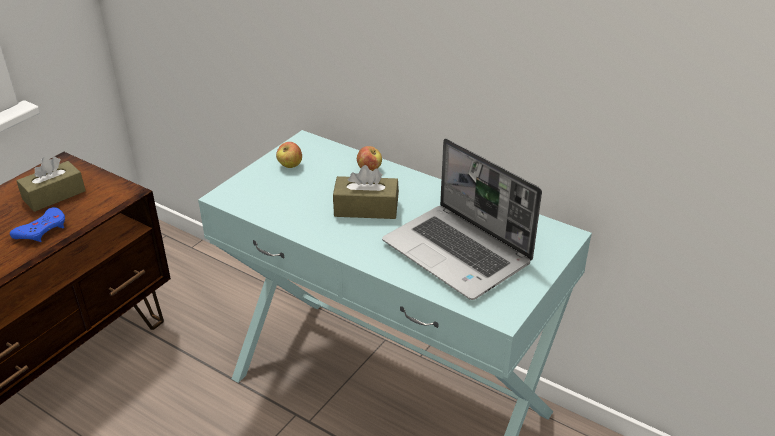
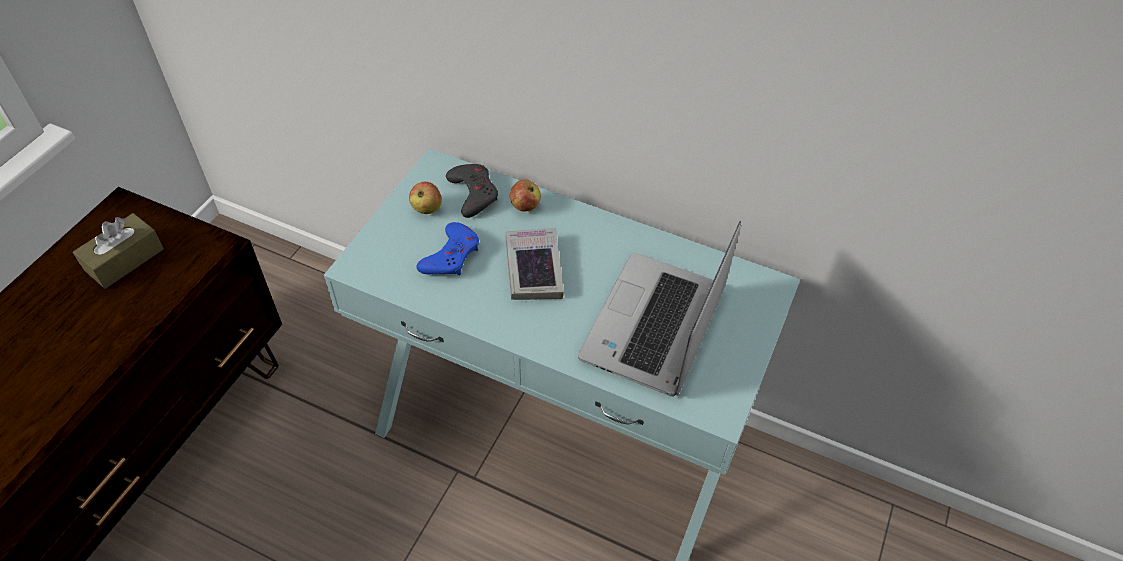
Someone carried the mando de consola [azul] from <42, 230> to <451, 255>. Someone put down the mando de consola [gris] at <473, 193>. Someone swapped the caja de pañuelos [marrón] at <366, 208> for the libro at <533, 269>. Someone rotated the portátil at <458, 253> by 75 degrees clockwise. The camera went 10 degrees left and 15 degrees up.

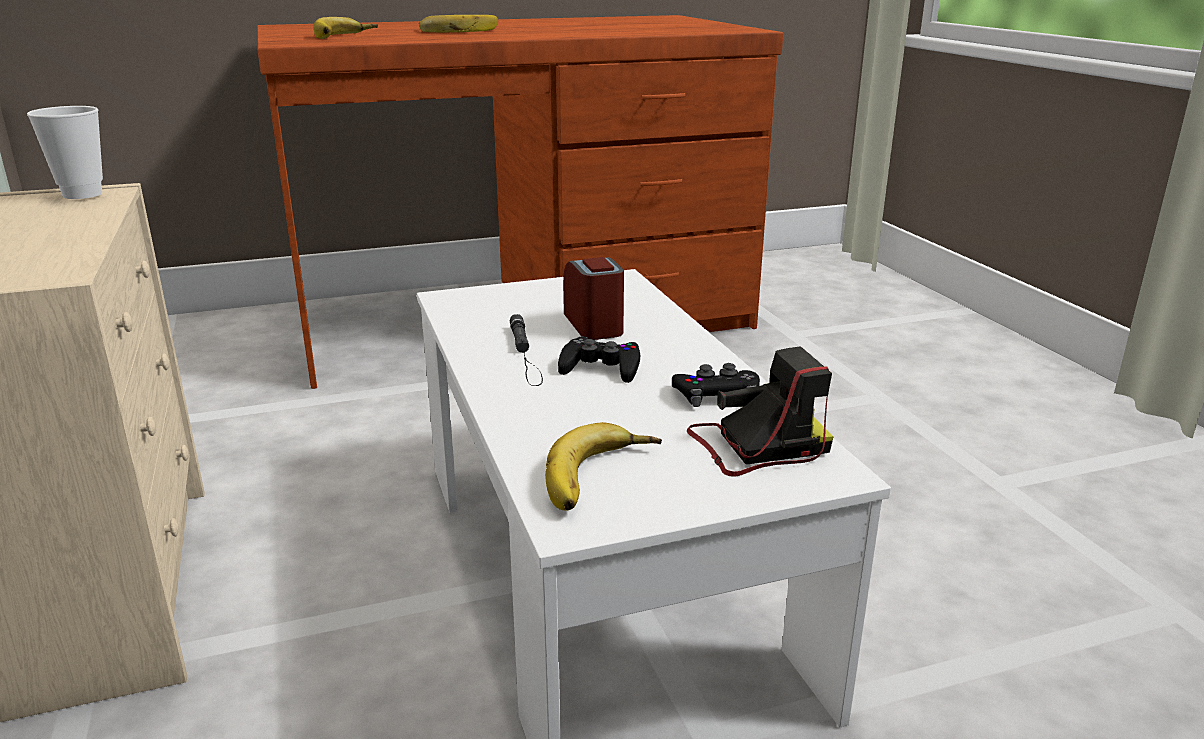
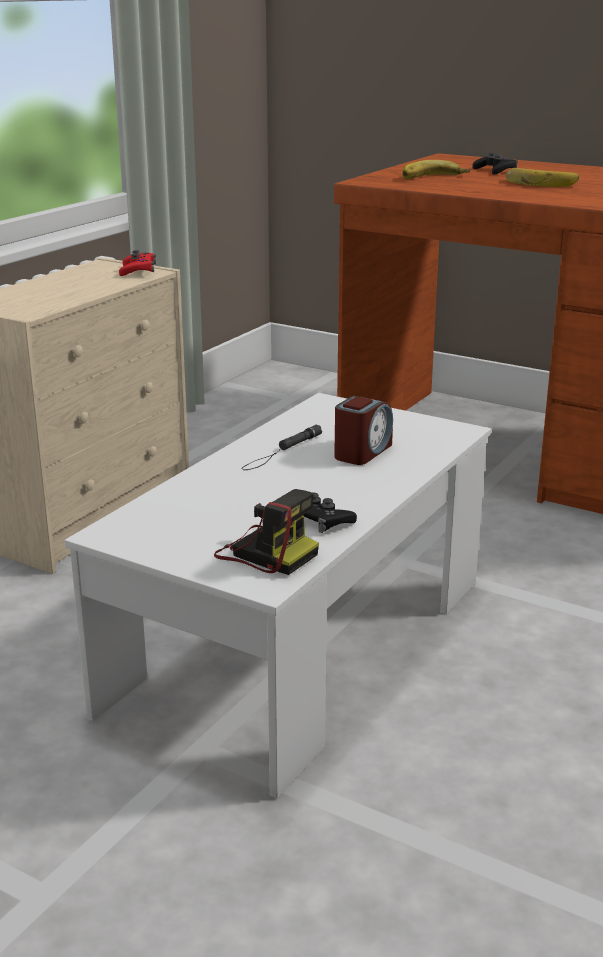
Someone swapped the taza at <82, 194> for the mando de consola [rojo] at <138, 270>. Someone carried the mando de consola [negro] from <601, 368> to <495, 170>. Someone took away the plátano at <602, 478>. The camera went 50 degrees right and 0 degrees up.

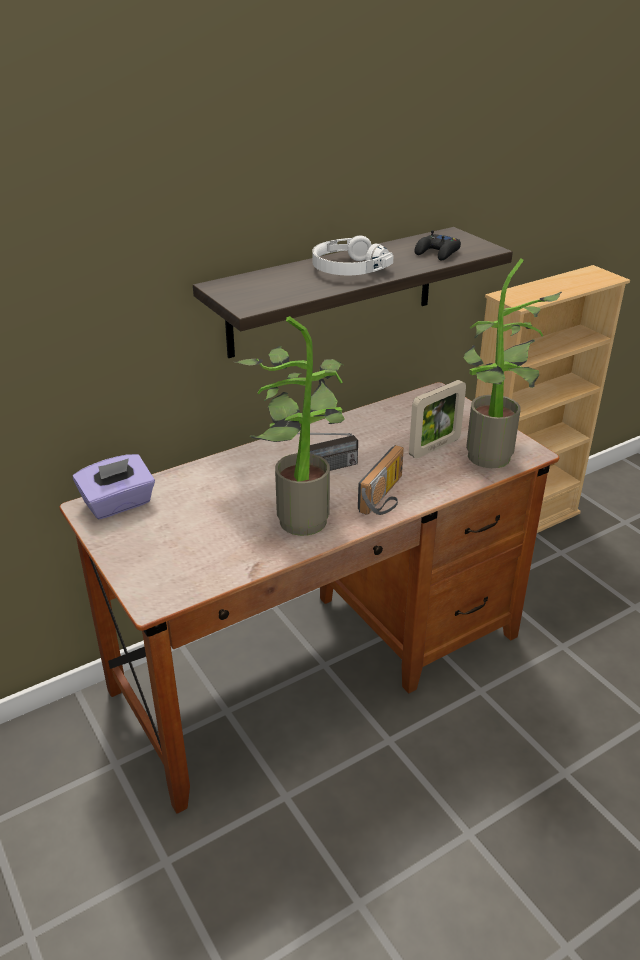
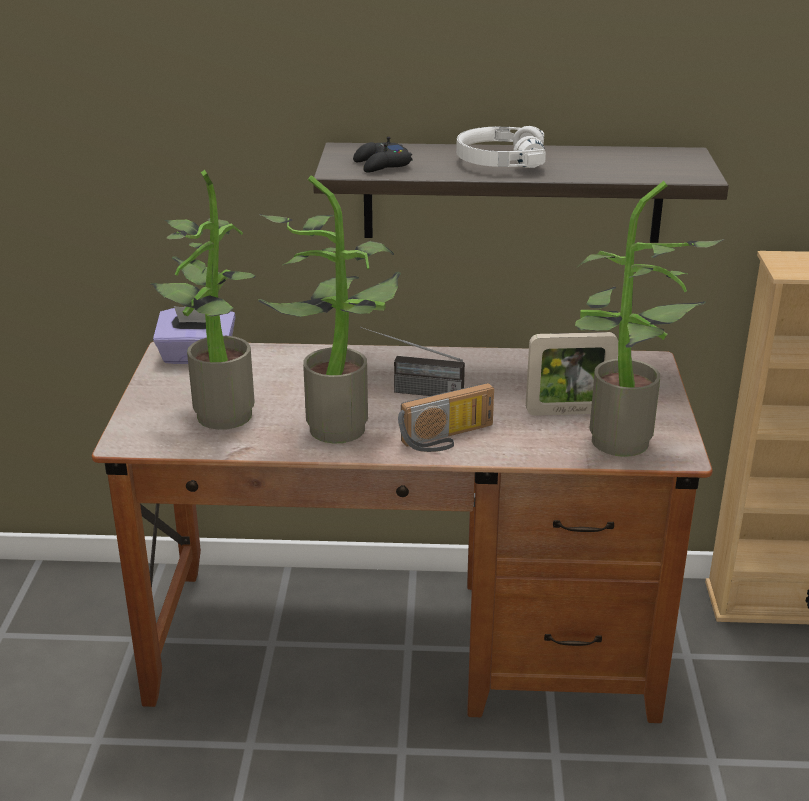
Someone put down the planta en maceta at <216, 414>. Someone carried the mando de consola [negro] from <437, 253> to <382, 165>. The camera went 35 degrees right and 5 degrees down.

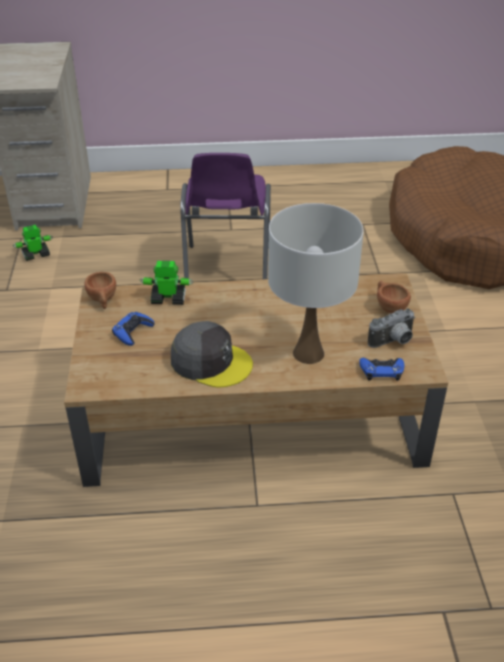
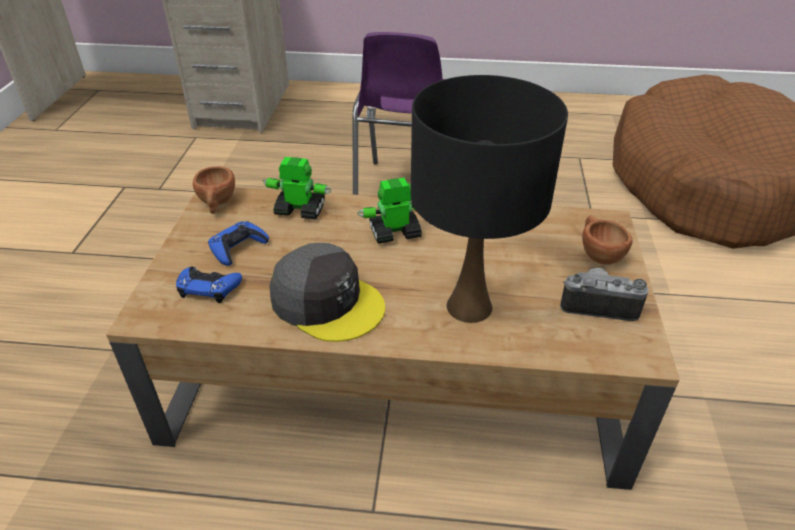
Someone carried the mando de consola [azul] from <381, 371> to <209, 288>. Someone carried the robot de juguete from <35, 255> to <394, 233>. Someone repainted the lámpara de mesa [blanco] at <309, 353>, which became the lámpara de mesa [negro] at <470, 306>. Someone rotated the cámara at <393, 342> by 150 degrees counterclockwise. The camera went 10 degrees right and 0 degrees up.

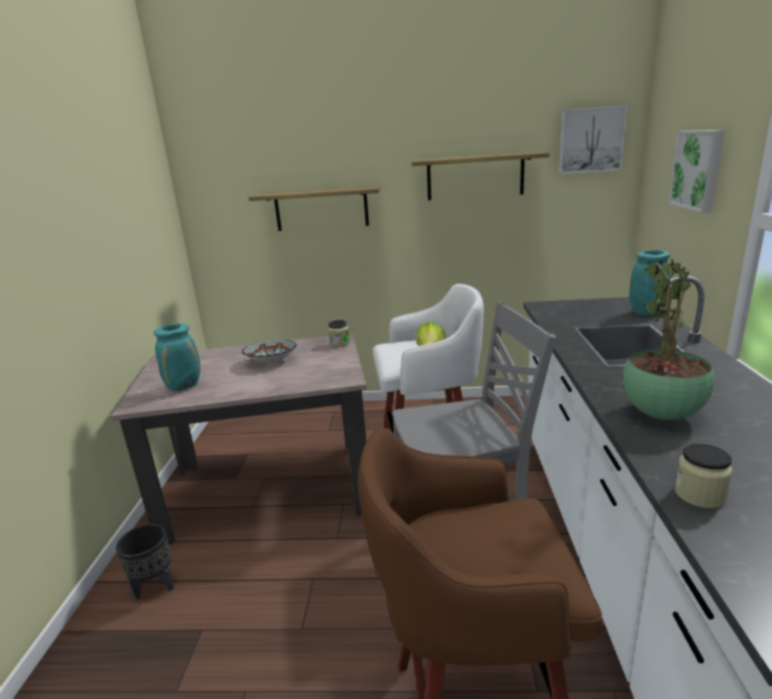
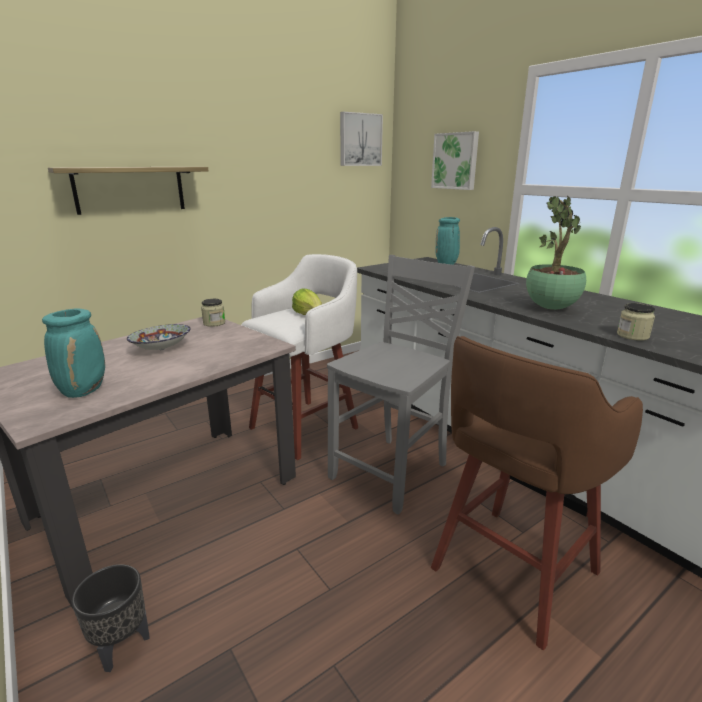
Someone took away the estante at <475, 176>. The camera went 40 degrees left and 0 degrees up.

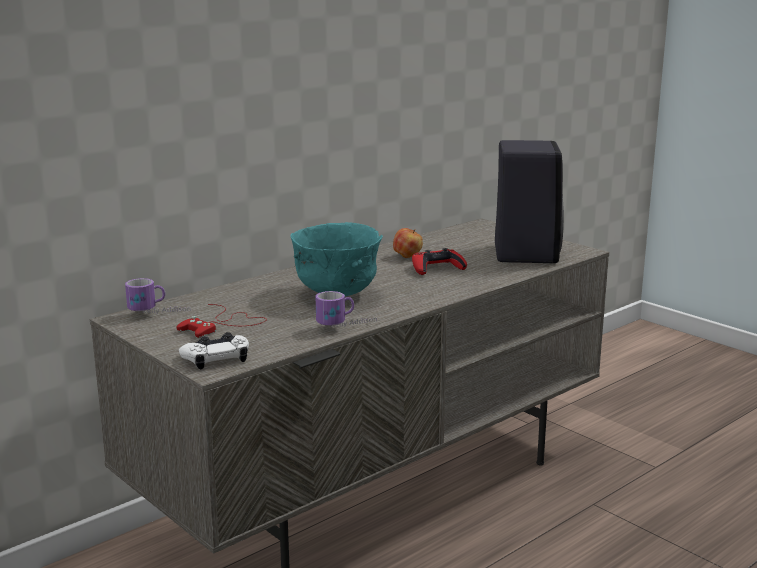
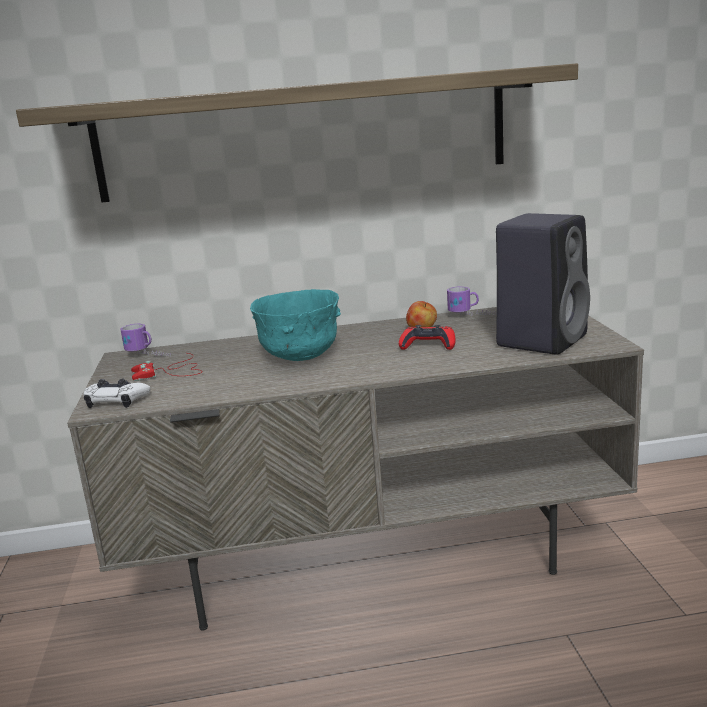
Someone put up the estante at <303, 135>. Someone carried the taza grande from <347, 327> to <473, 316>. The camera went 35 degrees right and 0 degrees up.

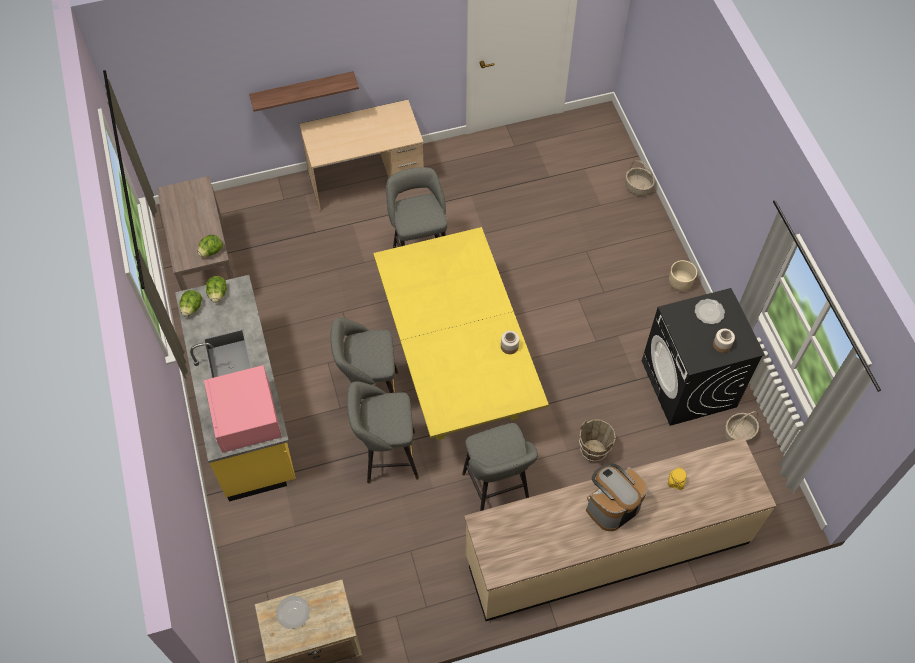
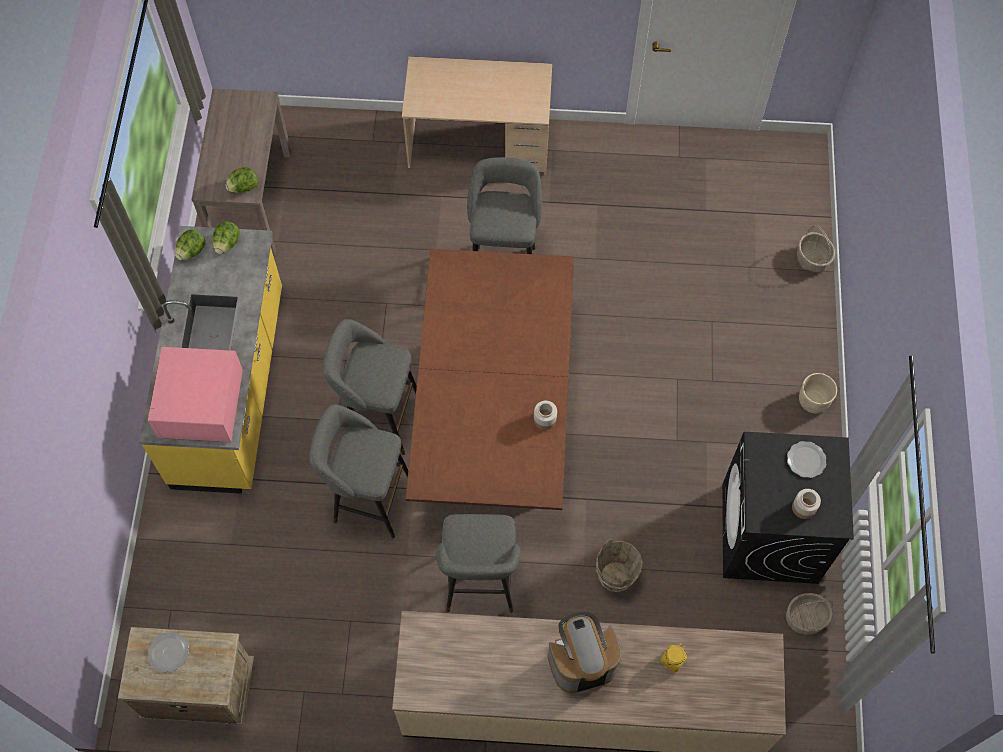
Someone repainted the mesa de comedor [amarillo] at <457, 367>, which became the mesa de comedor [marrón] at <493, 417>. Someone took away the estante at <303, 91>. The camera went 20 degrees right and 5 degrees up.

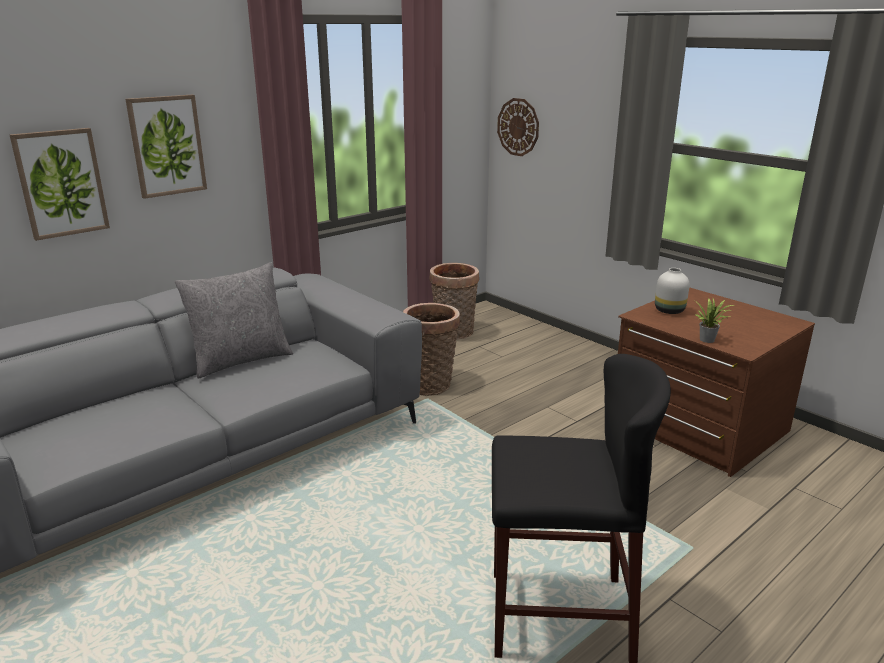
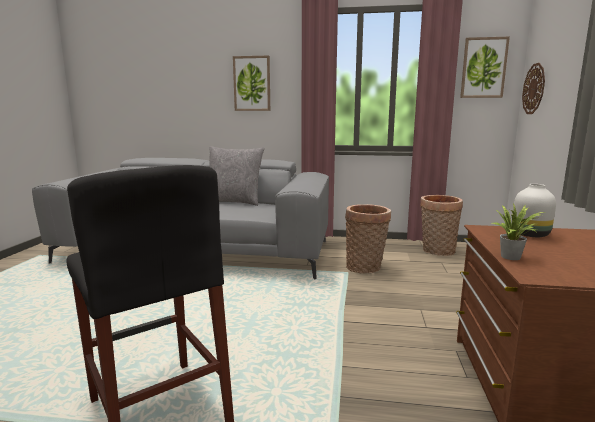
Someone carried the cuadro from <61, 183> to <483, 68>. The camera went 50 degrees right and 10 degrees down.

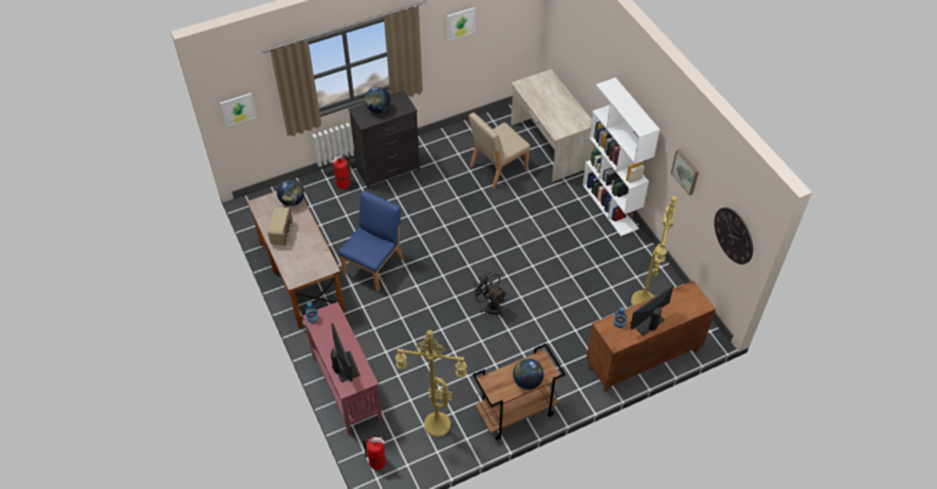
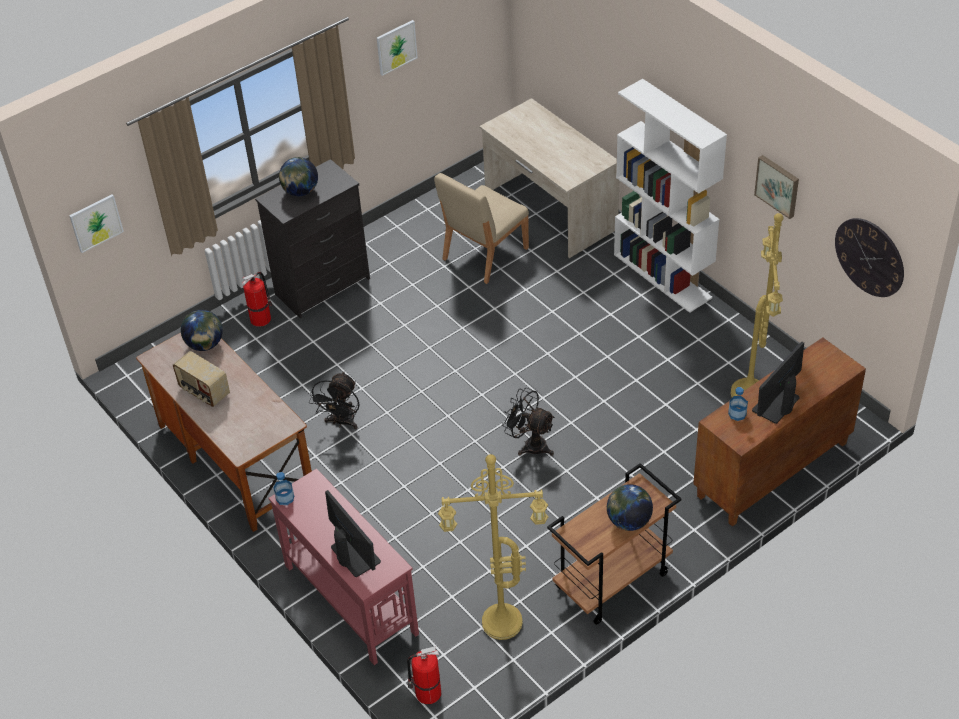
Someone rotated the radio at <282, 234> by 135 degrees clockwise. Someone swapped the silla [azul] at <374, 266> for the ventilador [negro] at <341, 422>. The camera went 10 degrees left and 5 degrees down.

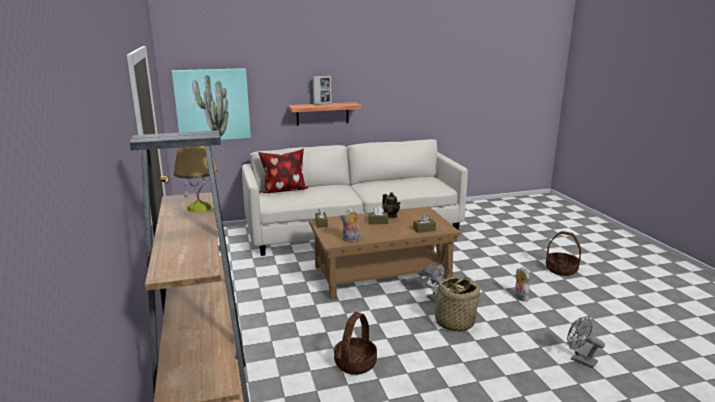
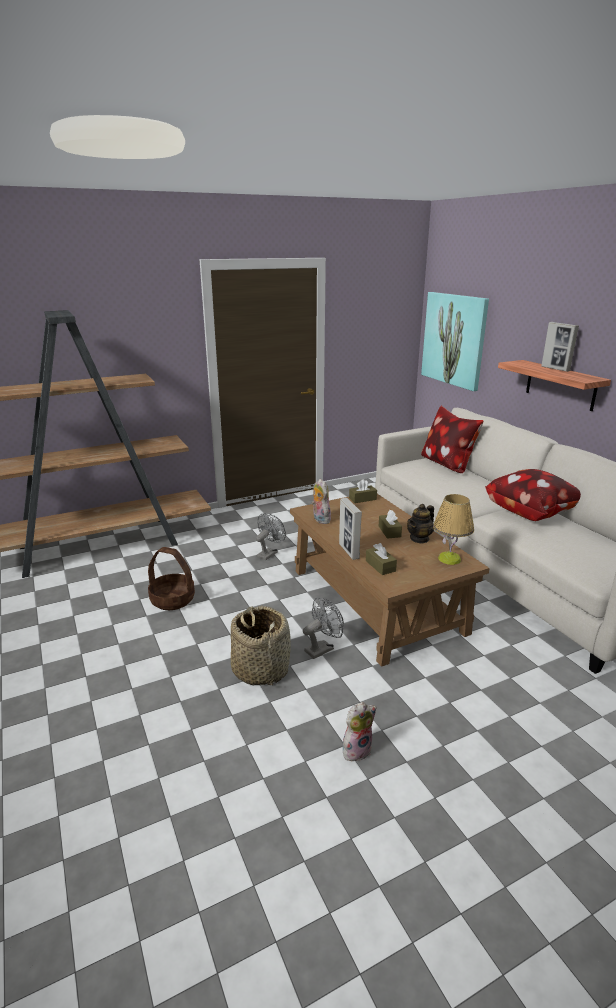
Someone carried the ventilador [gris] from <579, 359> to <269, 553>. Someone put down the portarretratos at <349, 551>. Someone carried the lámpara de mesa from <199, 208> to <449, 559>. Someone put down the cojín at <531, 512>. Someone took away the cesta at <561, 270>. The camera went 80 degrees right and 5 degrees up.

